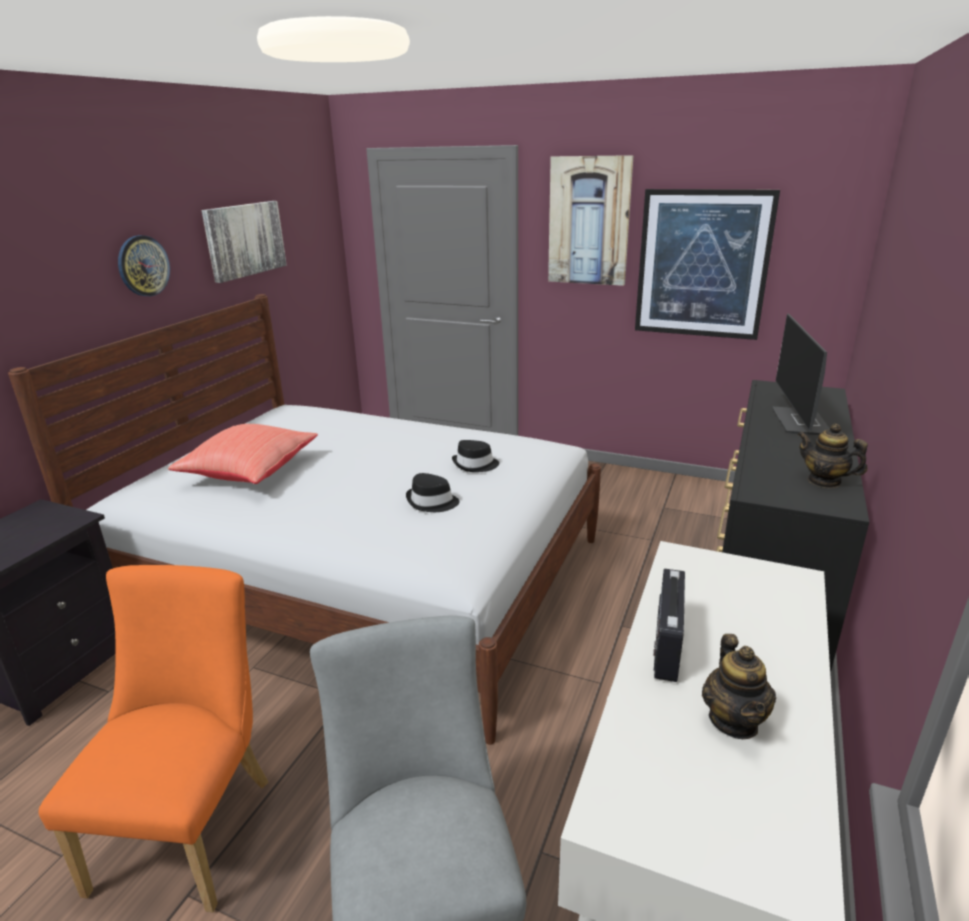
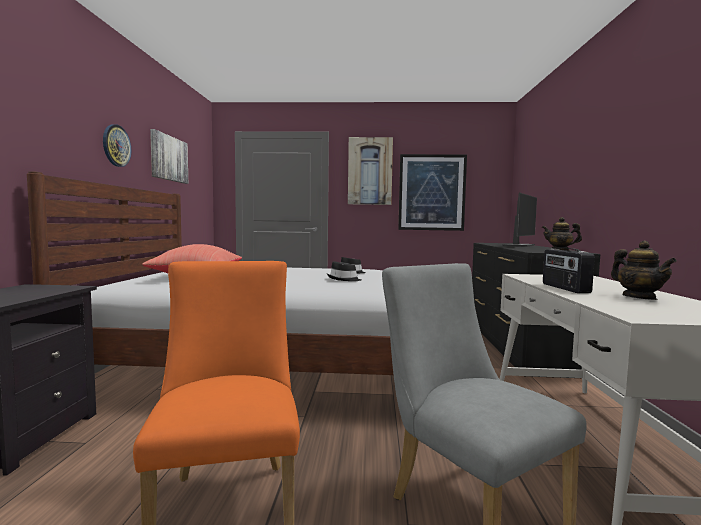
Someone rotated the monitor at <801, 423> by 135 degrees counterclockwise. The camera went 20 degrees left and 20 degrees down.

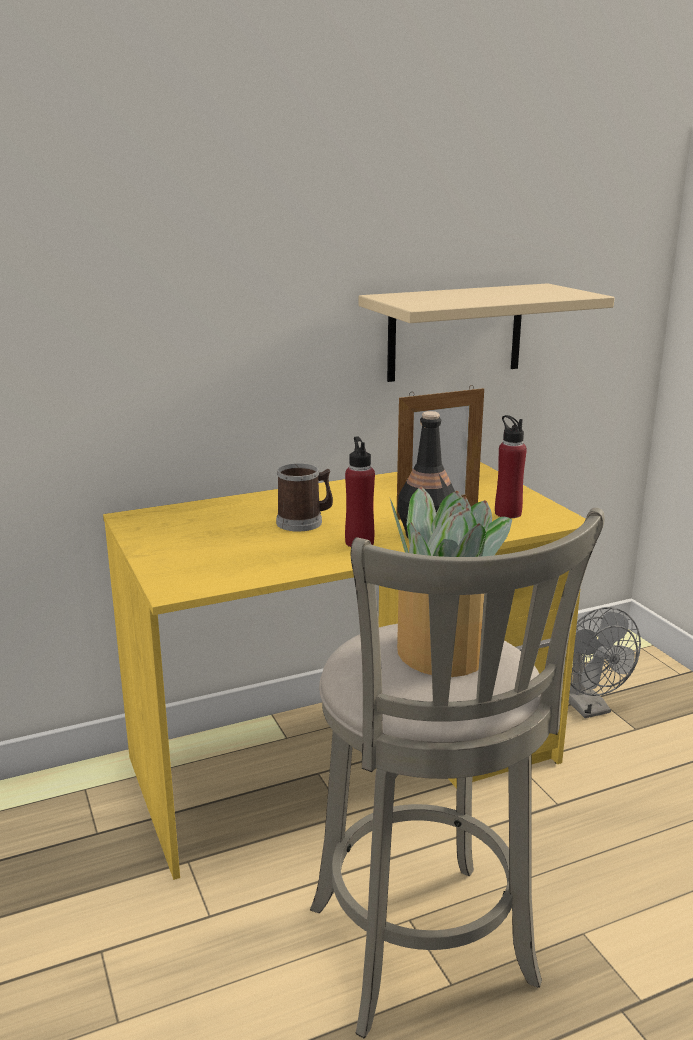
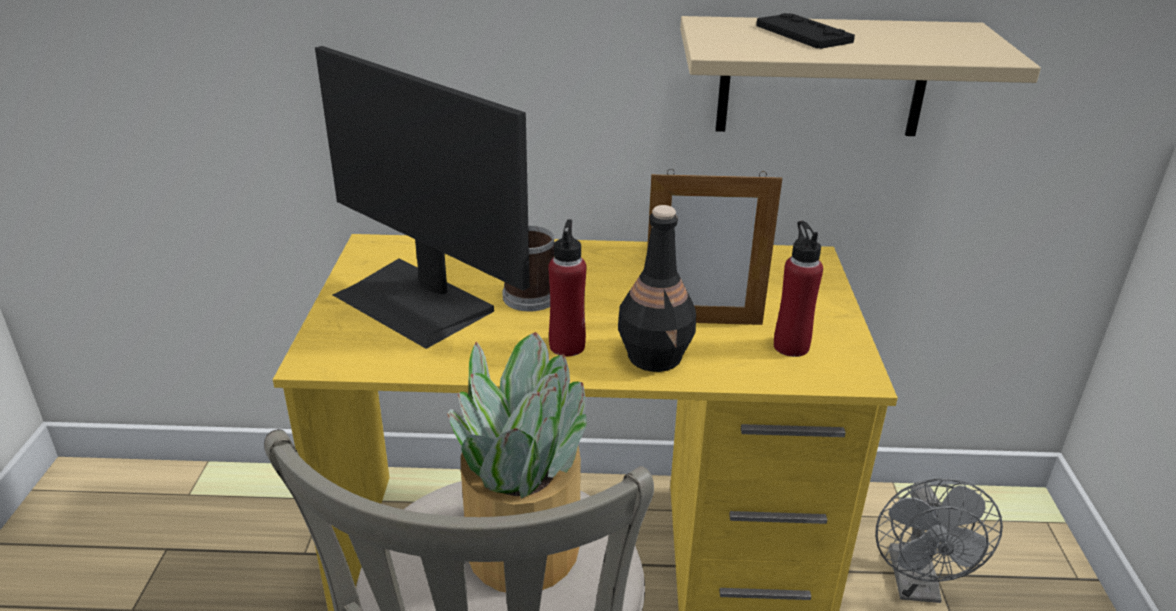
Someone put down the monitor at <416, 301>. Someone put down the mando de consola [negro] at <803, 33>. The camera went 25 degrees right and 10 degrees up.

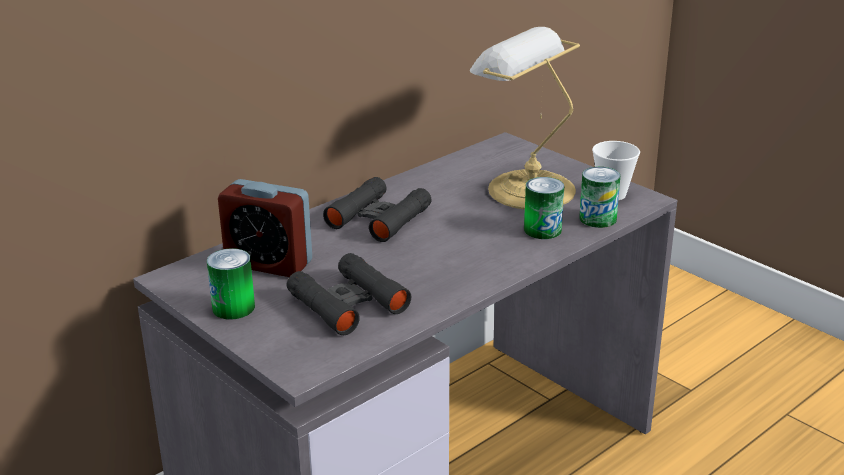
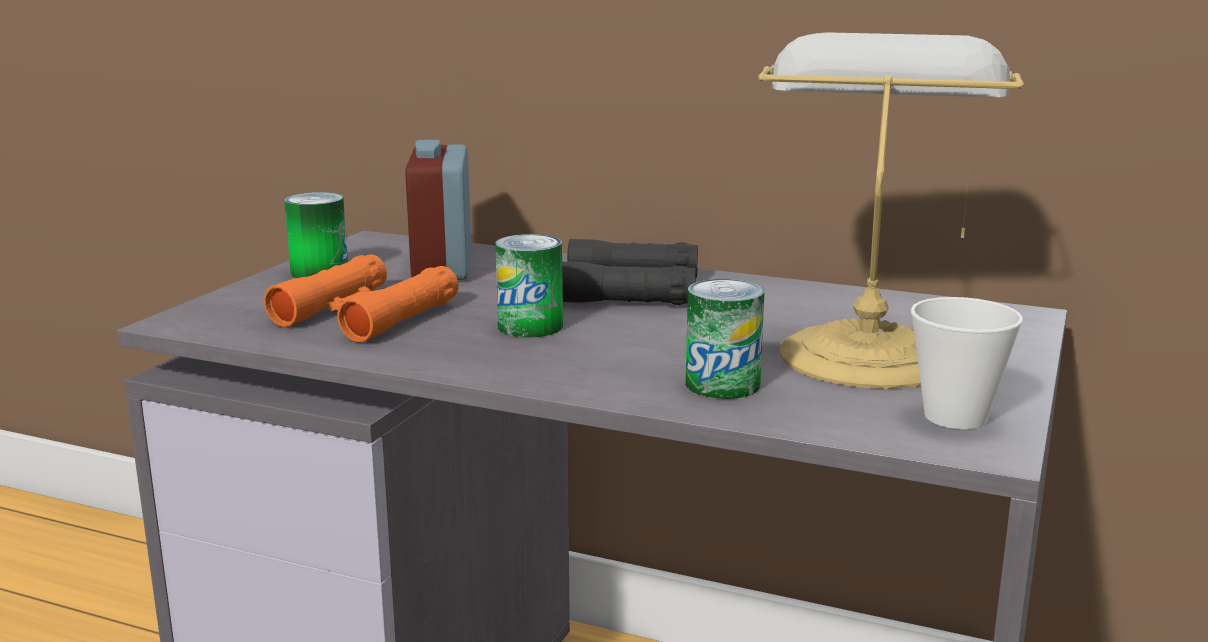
Someone repainted the prismáticos [negro] at <348, 303>, which became the prismáticos [naranja] at <365, 314>. Someone carried the lata from <597, 219> to <530, 326>. The camera went 65 degrees right and 10 degrees down.

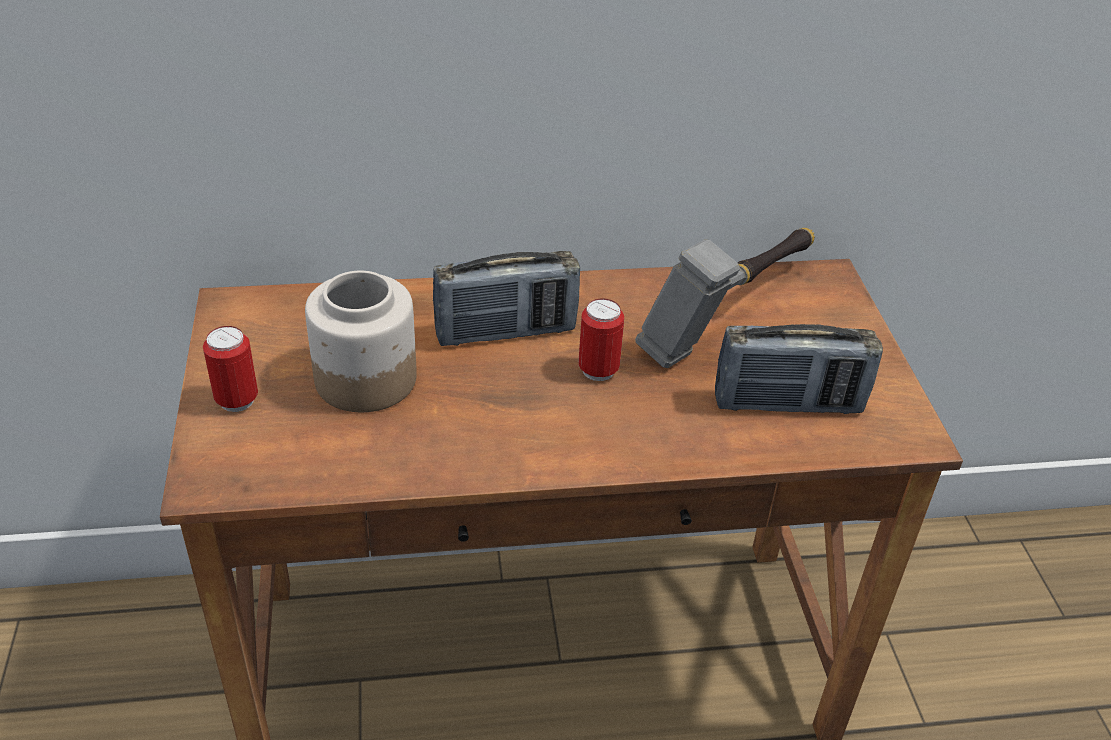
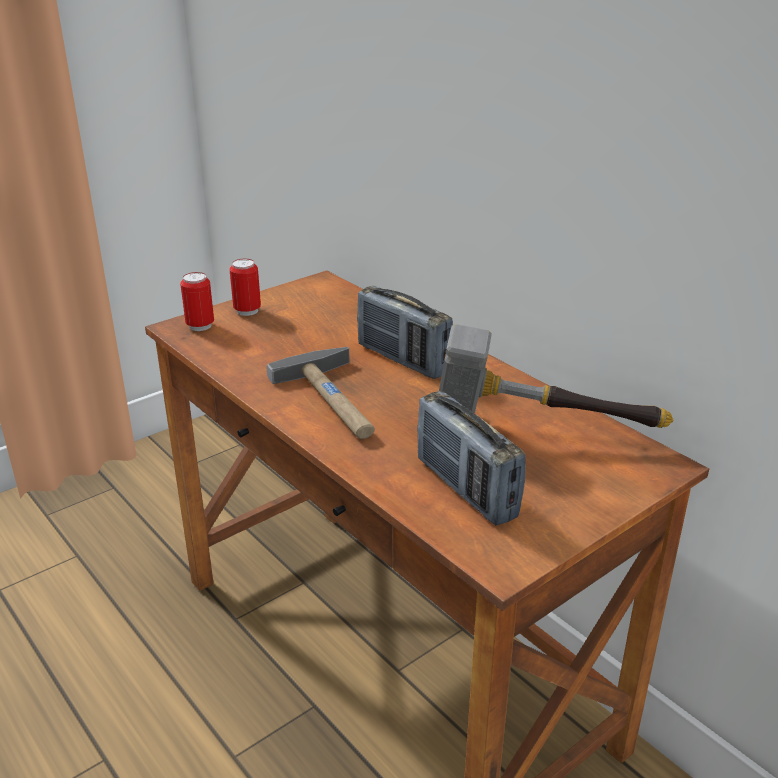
Someone carried the lata from <598, 370> to <200, 326>. Someone put down the martillo at <336, 400>. Someone took away the tarro at <364, 379>. The camera went 60 degrees right and 10 degrees down.

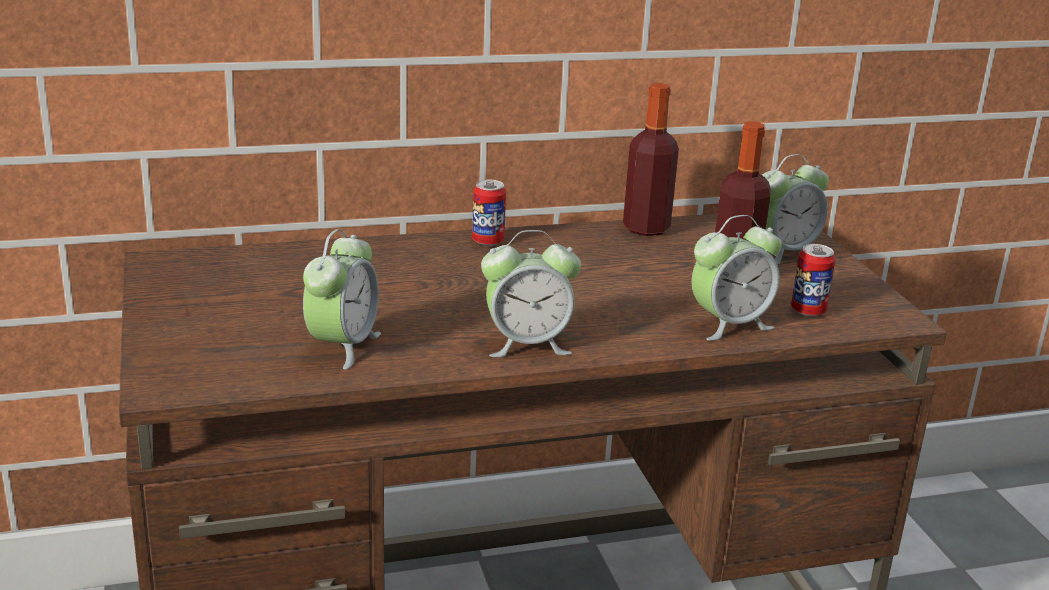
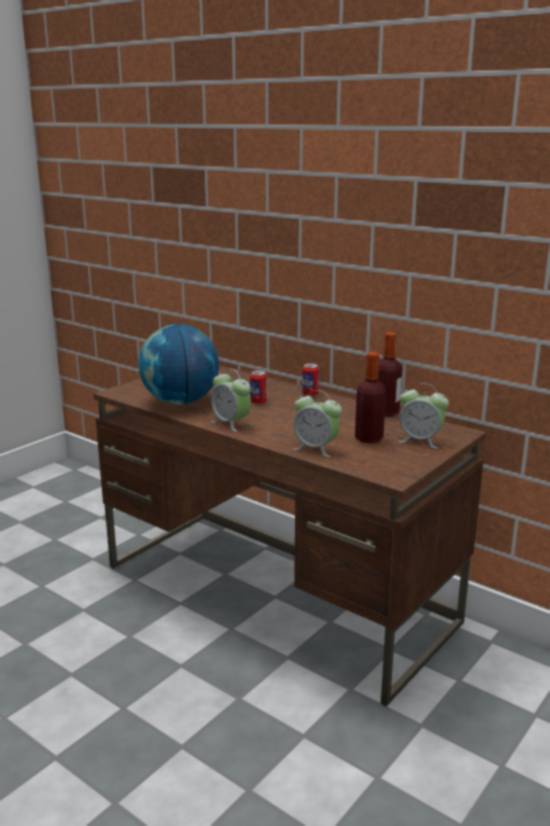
Someone swapped the despertador at <342, 346> for the globo terráqueo at <180, 402>. Someone carried the lata from <808, 311> to <258, 402>. The camera went 55 degrees right and 5 degrees down.

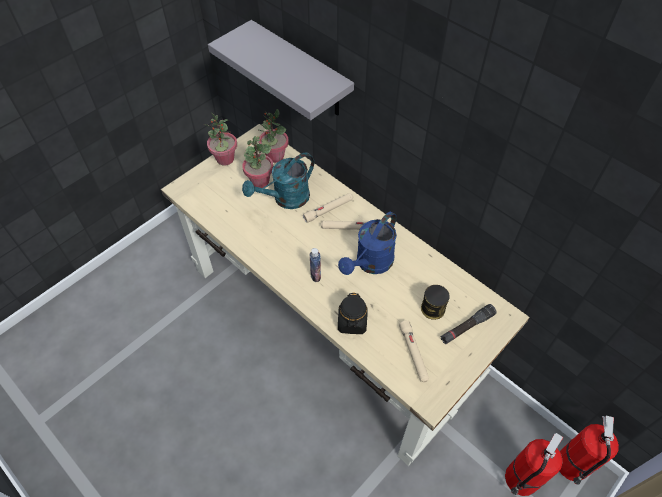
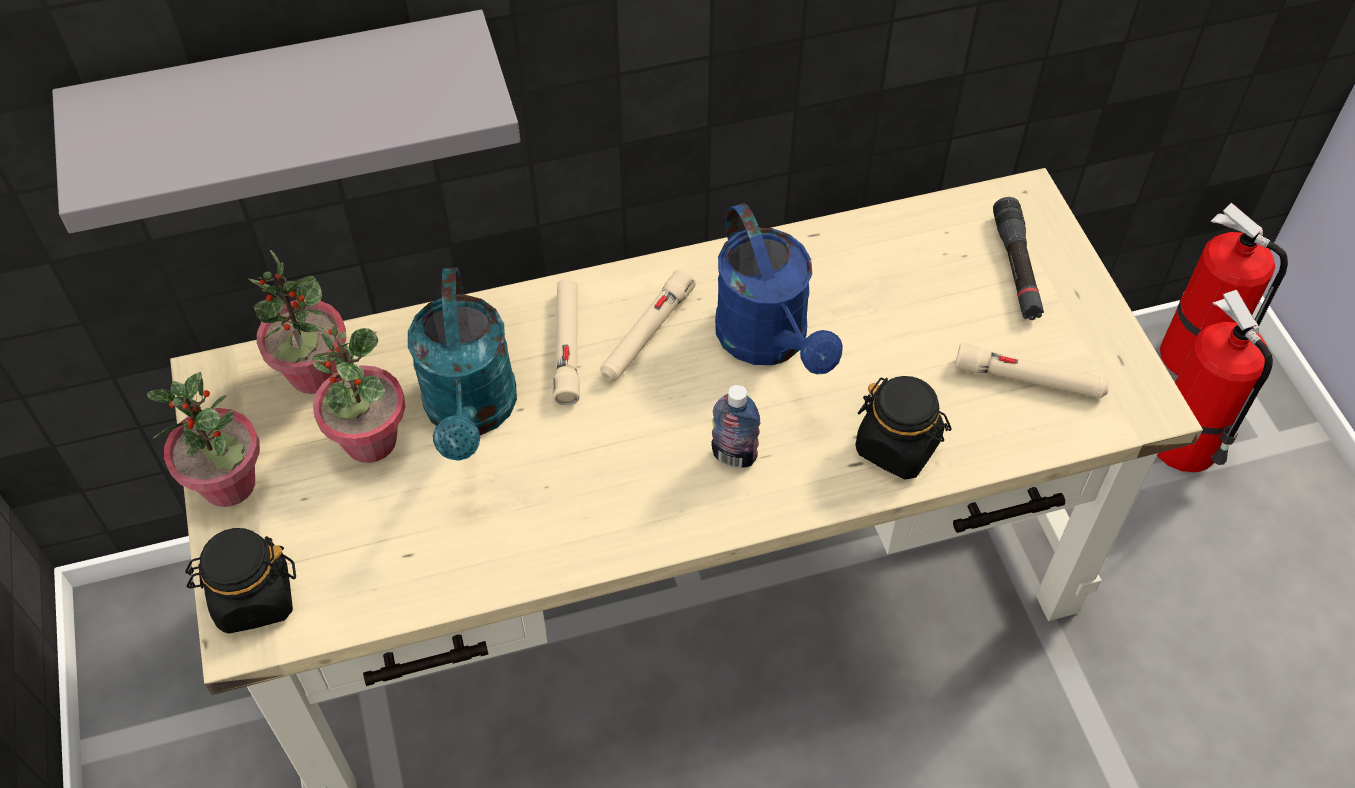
Someone put down the tarro [negro] at <253, 598>. Someone took away the lata at <433, 309>. The camera went 60 degrees left and 0 degrees up.

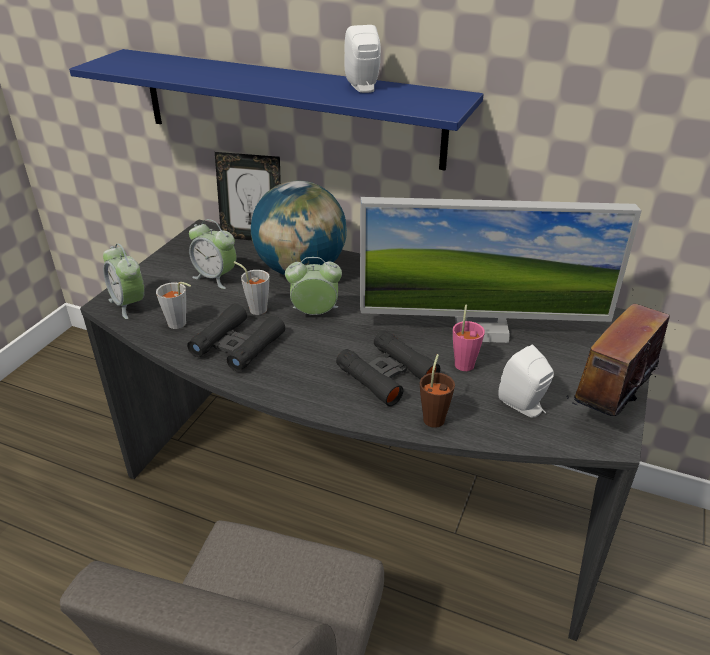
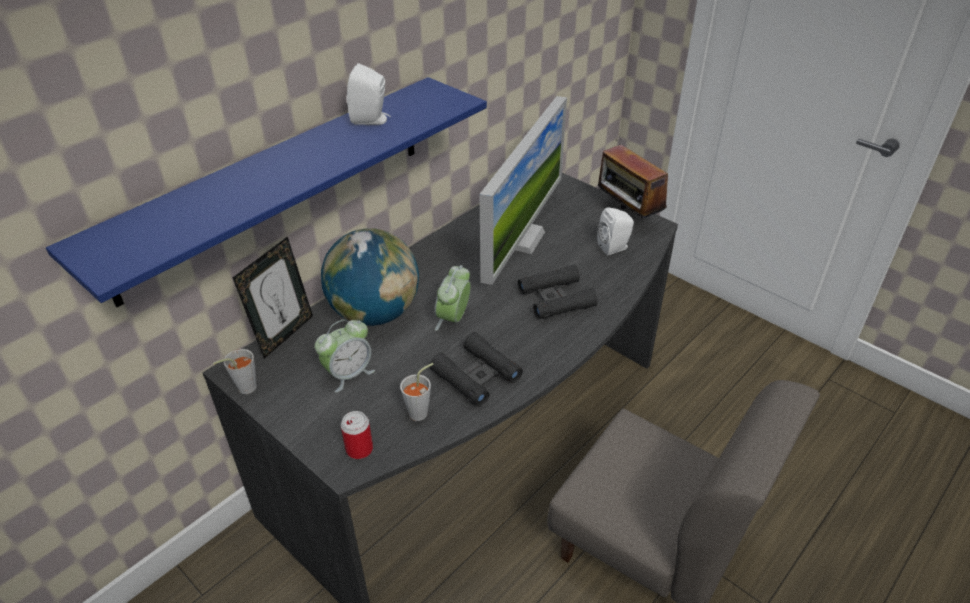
Someone carried the taza [gris] from <255, 308> to <243, 389>. Someone swapped the despertador at <129, 304> for the lata at <359, 449>. Someone took away the taza [marrón] at <435, 416>. Someone took away the taza [rosa] at <464, 362>. The camera went 70 degrees left and 5 degrees up.

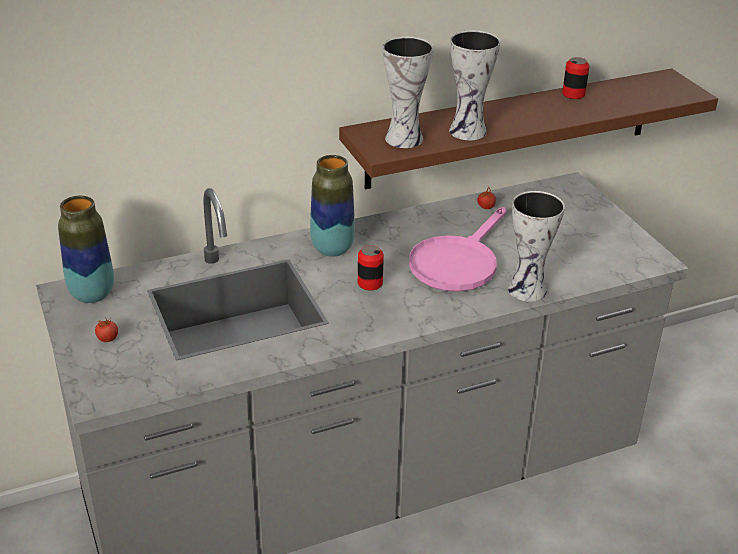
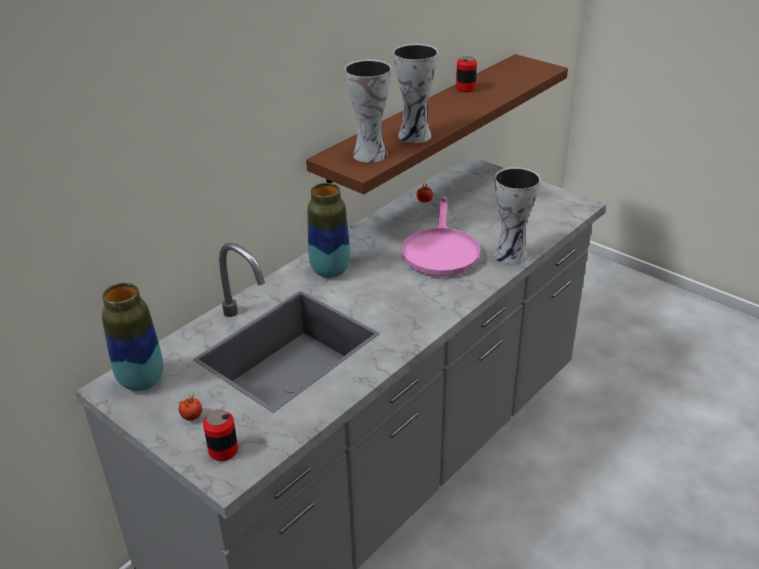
Someone carried the lata from <370, 283> to <223, 451>. The camera went 25 degrees left and 0 degrees up.

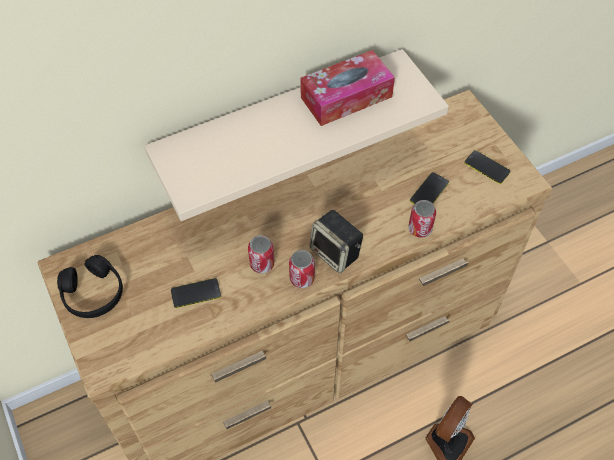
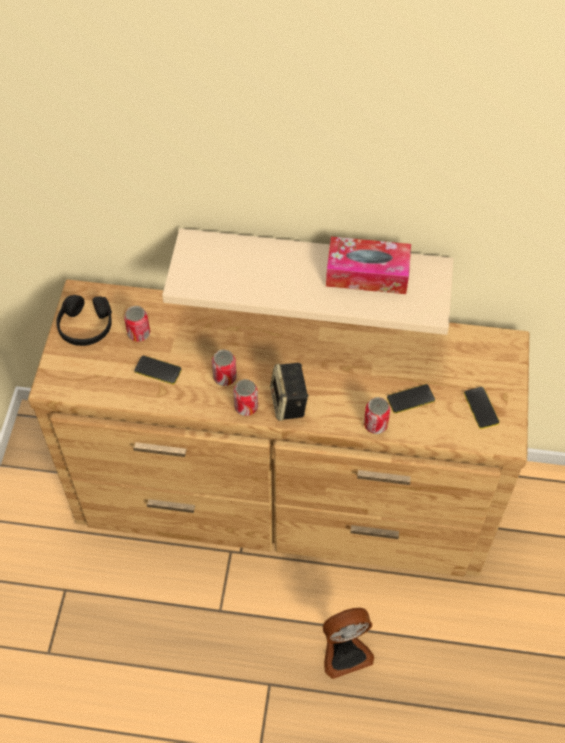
Someone put down the lata at <139, 333>. The camera went 35 degrees right and 0 degrees up.

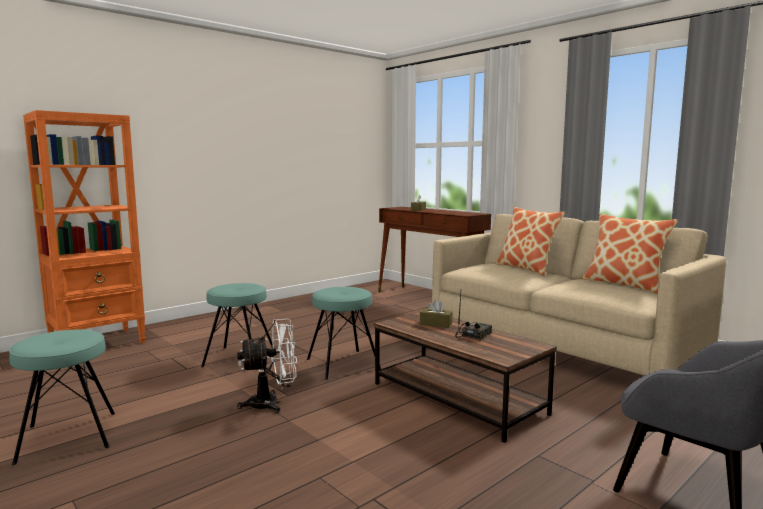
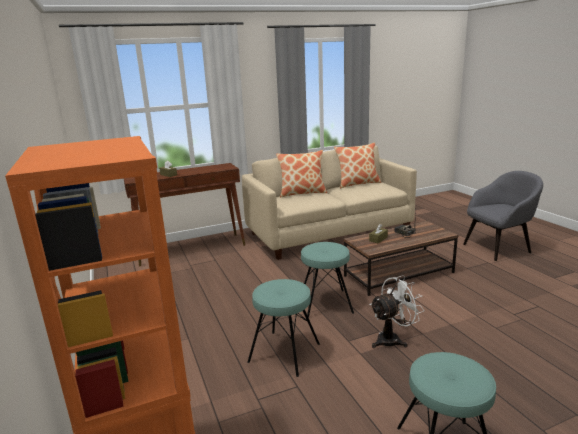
Someone rotated the ventilador [blanco] at <272, 403> by 60 degrees clockwise. The camera went 70 degrees left and 10 degrees up.

